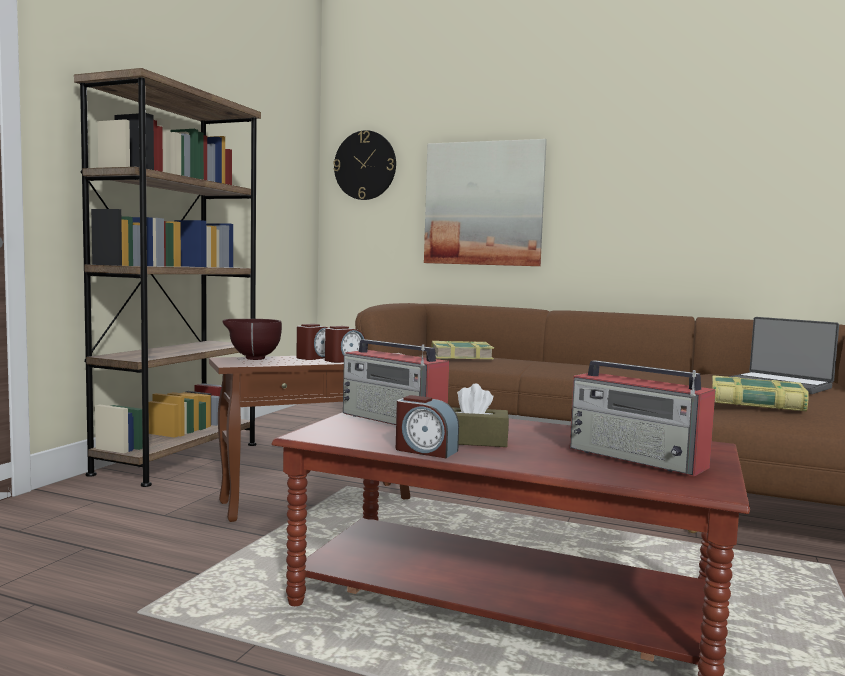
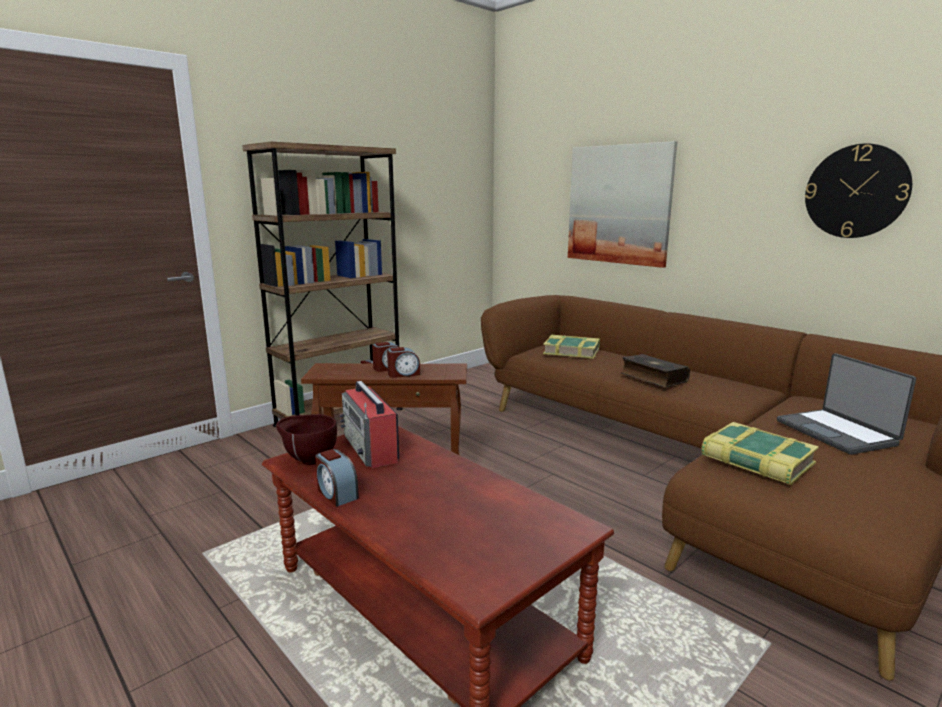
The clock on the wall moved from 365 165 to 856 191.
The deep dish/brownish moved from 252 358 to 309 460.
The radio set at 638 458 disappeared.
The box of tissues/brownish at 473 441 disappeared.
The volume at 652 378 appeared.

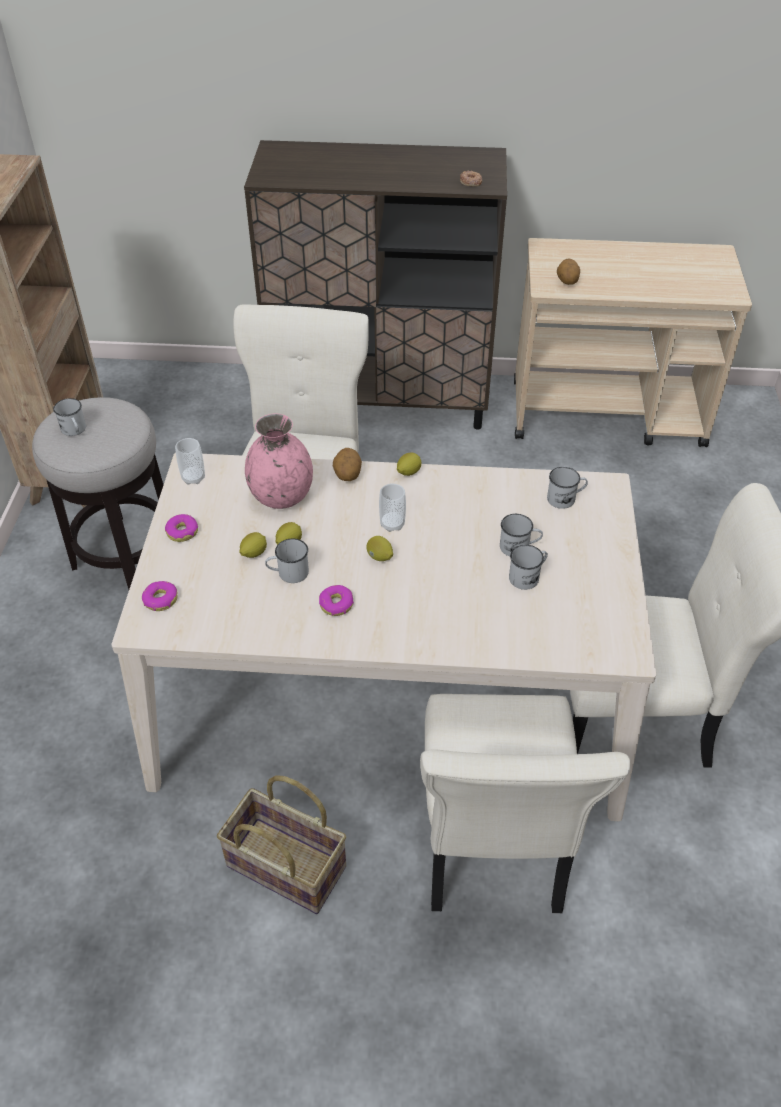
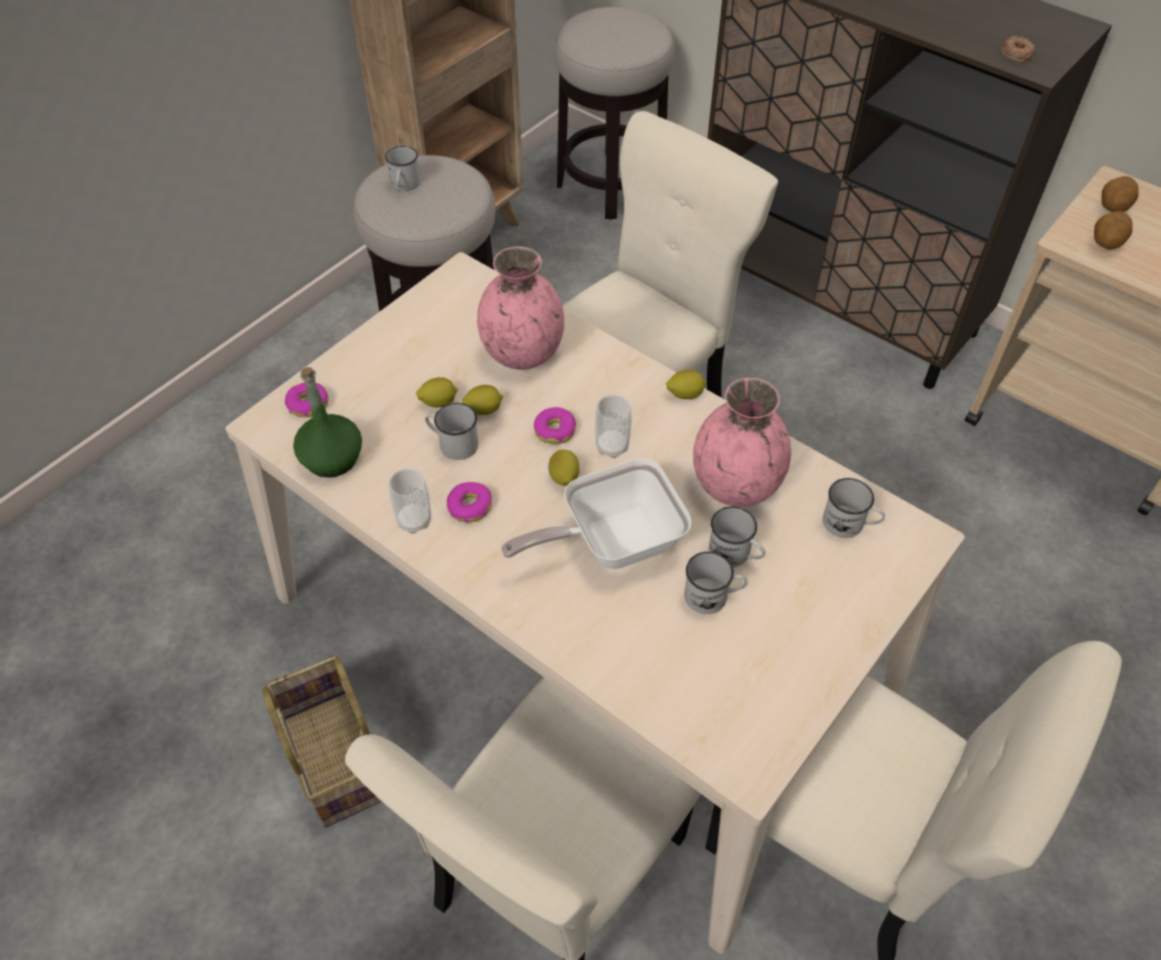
The small cup moved from 193 478 to 414 520.
The potato moved from 347 475 to 1112 208.
The ring doughnut moved from 182 532 to 555 430.
The sitting stool at 610 185 appeared.
The drink bottle/green-coloured at 332 458 appeared.
The flower vase/pink-coloured at 736 485 appeared.
The pan at 611 542 appeared.

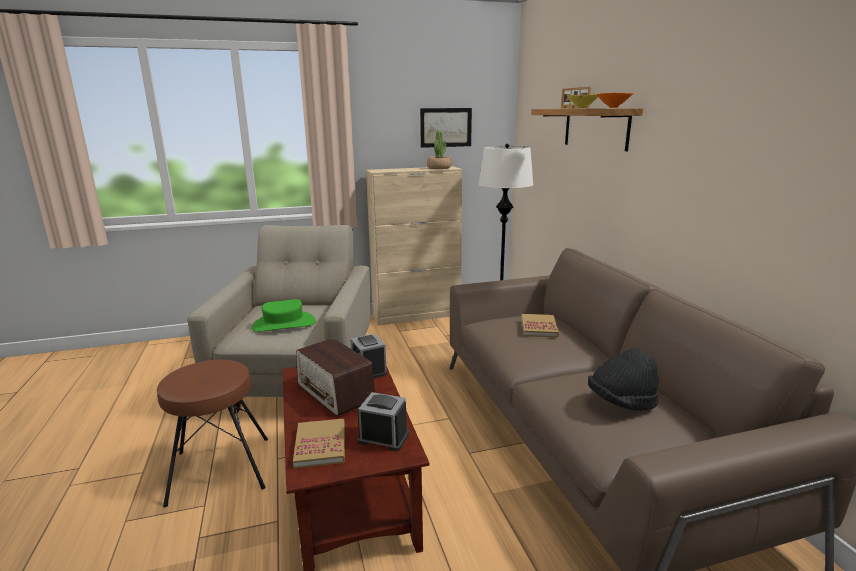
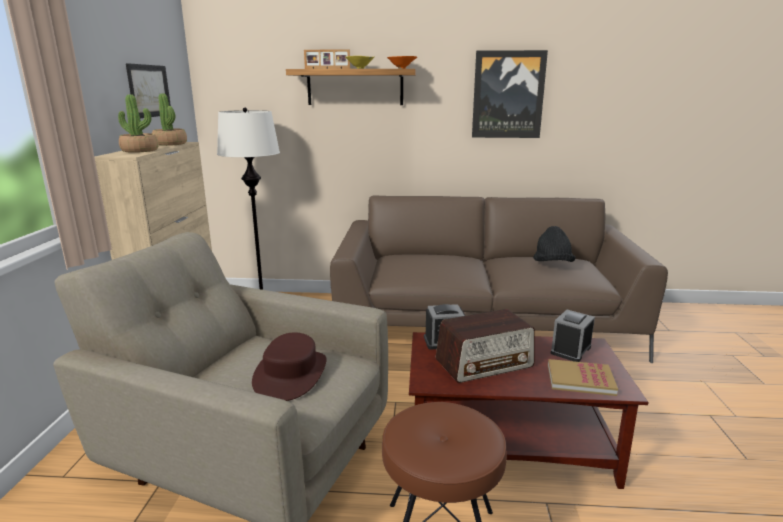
The clothing hat/green-coloured at 284 324 became the clothing hat/brownish at 291 374.
The volume at 539 327 disappeared.
The picture at 508 95 appeared.
The potted plant at 140 150 appeared.

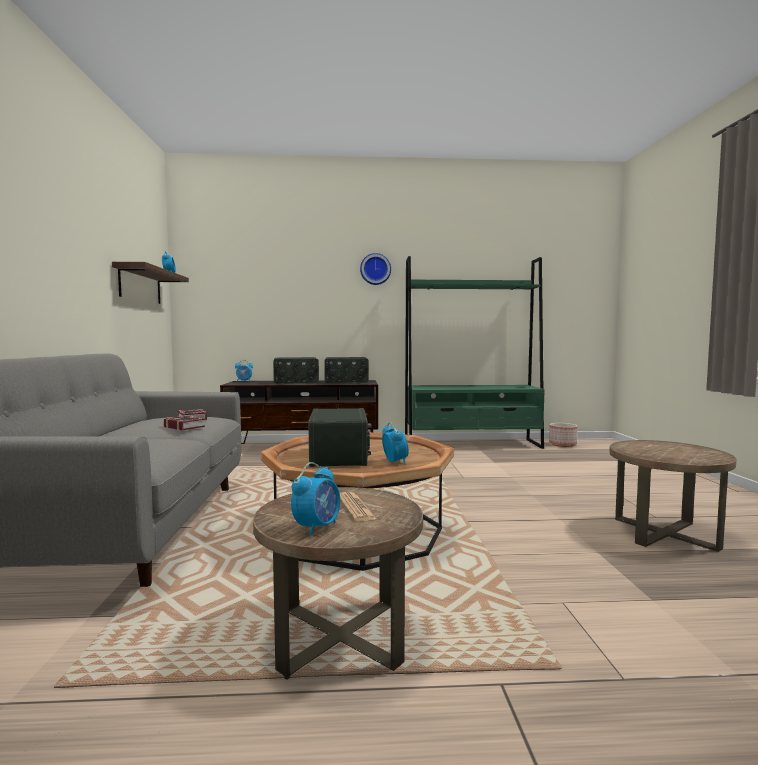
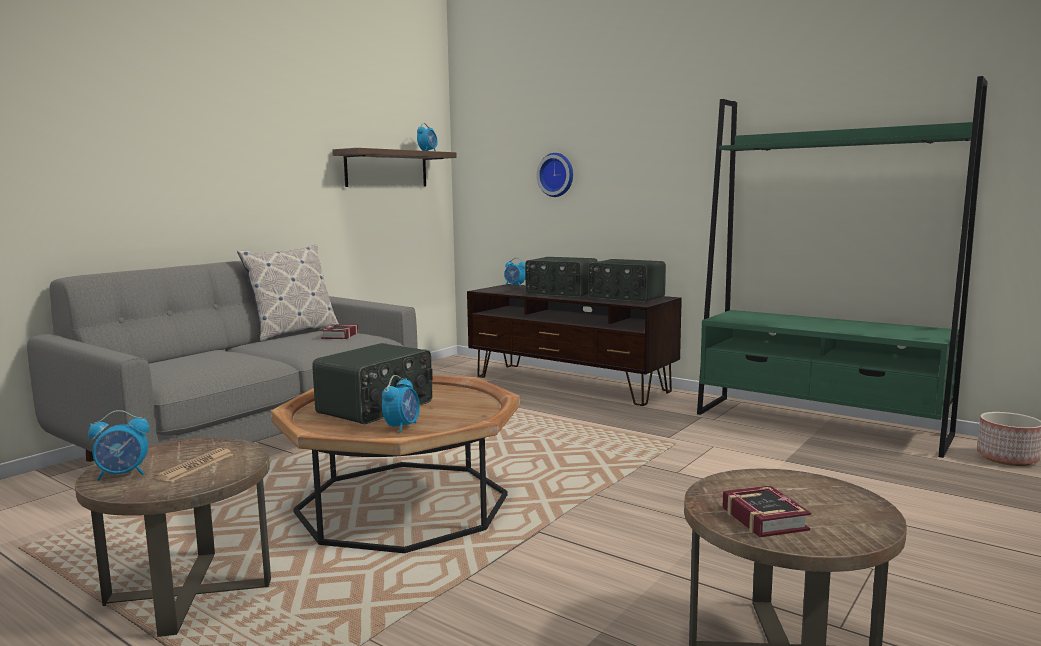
The clock on the wall moved from 375 269 to 557 175.
The volume moved from 184 426 to 764 517.
The cushion at 293 332 appeared.

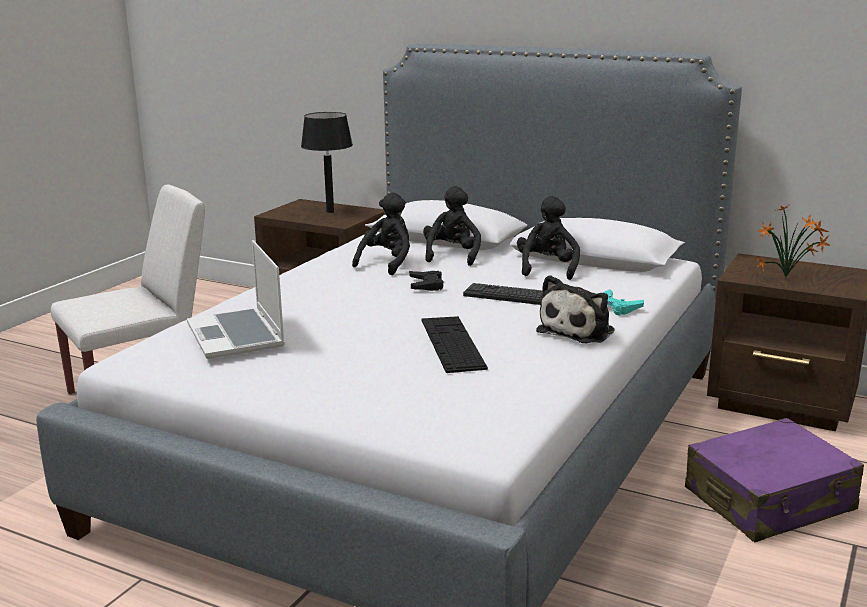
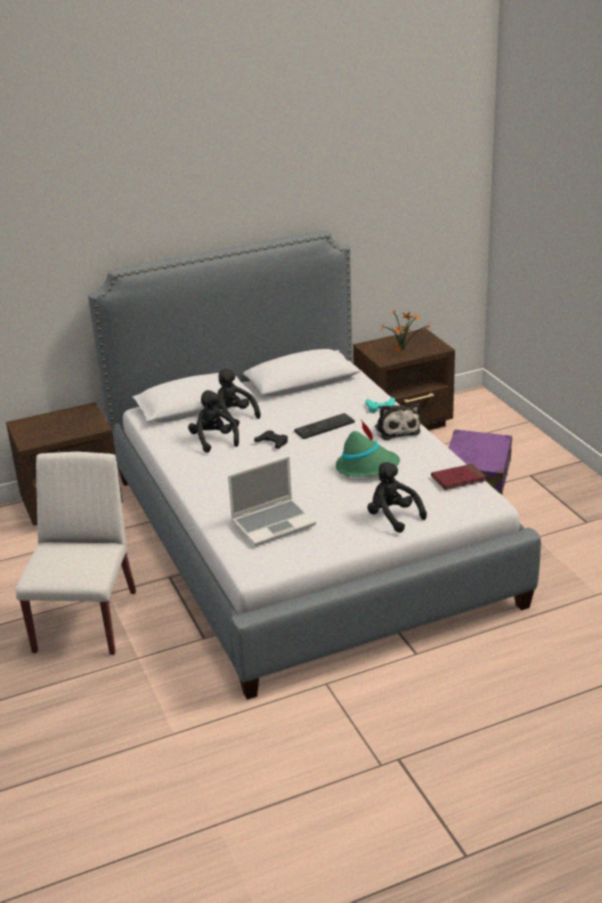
The table lamp/blackish at 330 211 disappeared.
The soft toy/blackish moved from 547 269 to 393 517.
The laptop at 237 336 turned 45 degrees counterclockwise.
The computer keyboard at 452 343 was replaced by the clothing hat/green-coloured at 367 467.
The volume/reddish at 458 479 appeared.

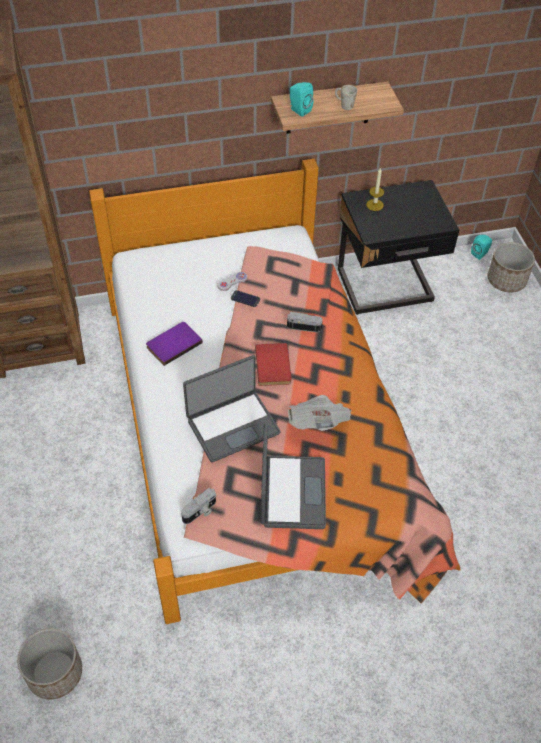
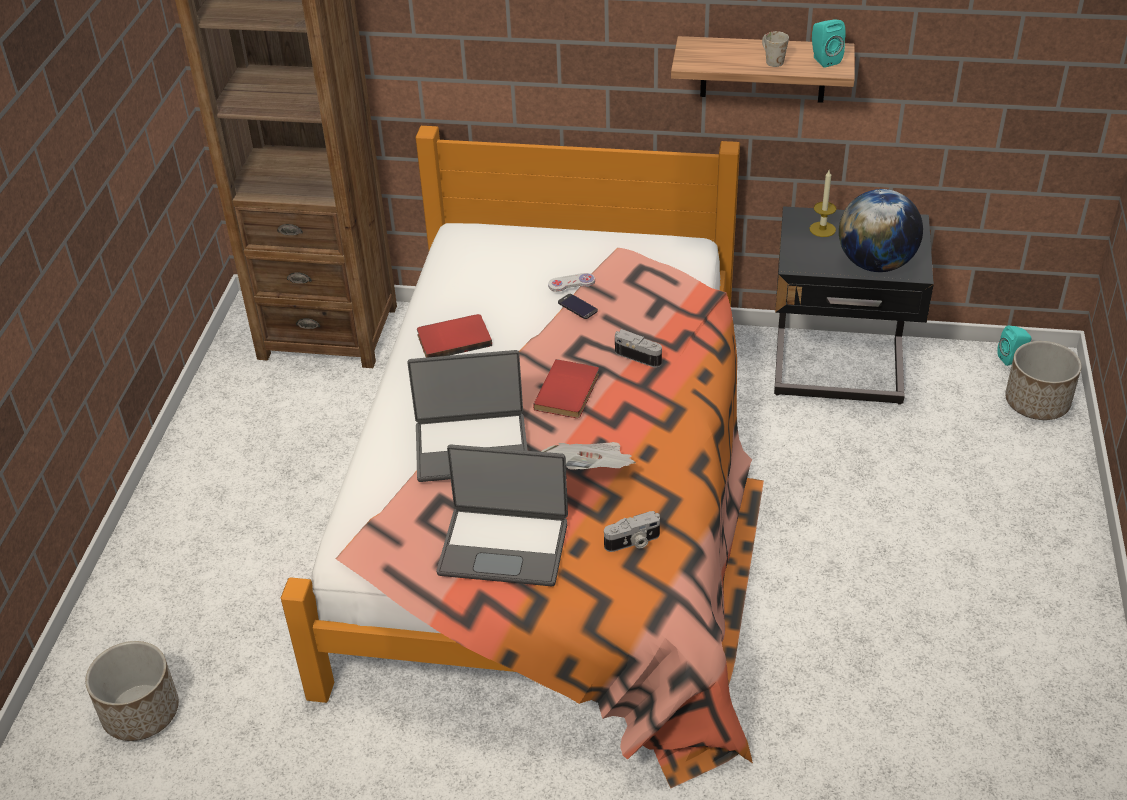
The speaker/blue-green moved from 299 110 to 823 60.
The volume/purple-coloured at 173 344 became the volume/reddish at 453 338.
The laptop at 291 492 turned 75 degrees clockwise.
The still camera moved from 200 512 to 633 542.
The desk globe at 875 264 appeared.

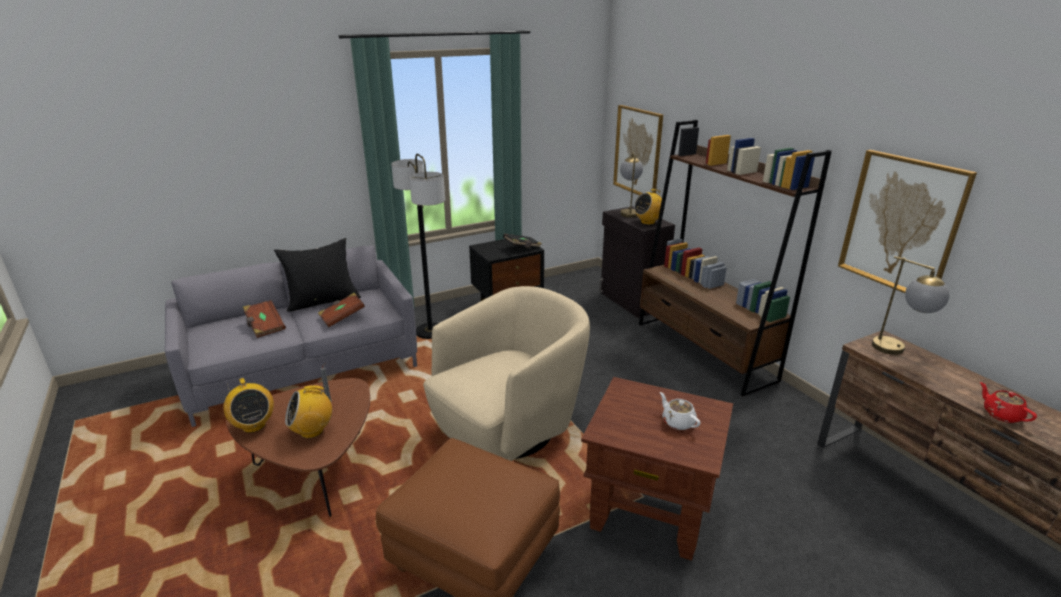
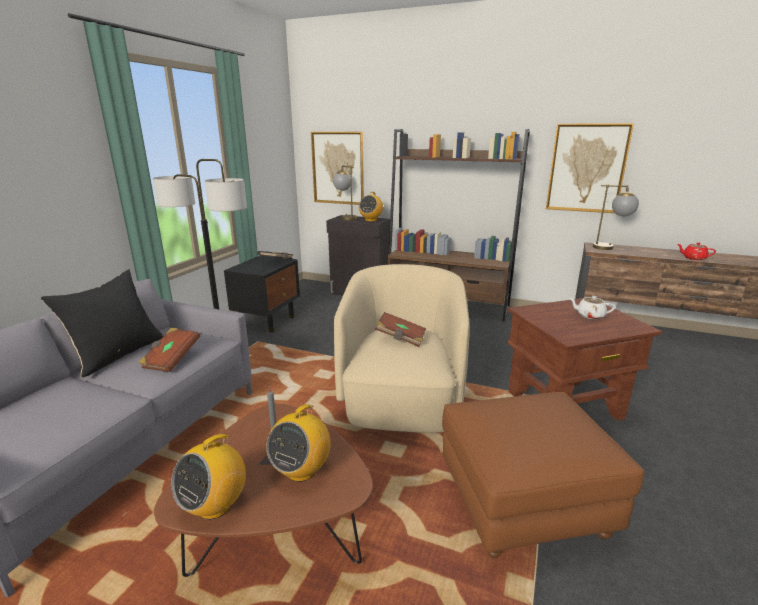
The volume/brownish moved from 265 326 to 401 338.
The radio set at 253 425 turned 105 degrees clockwise.

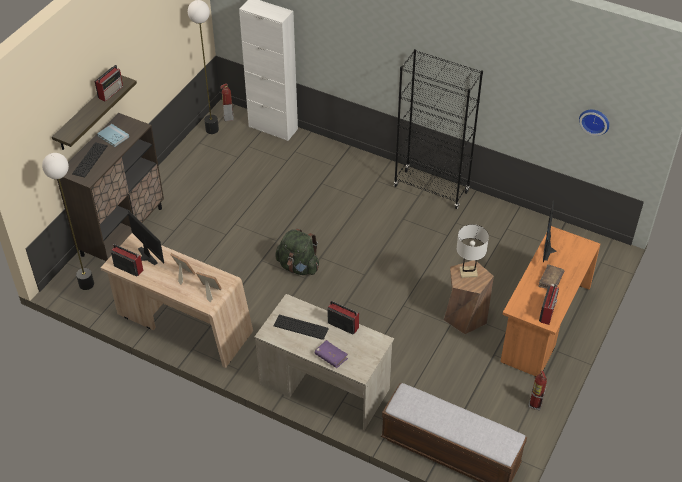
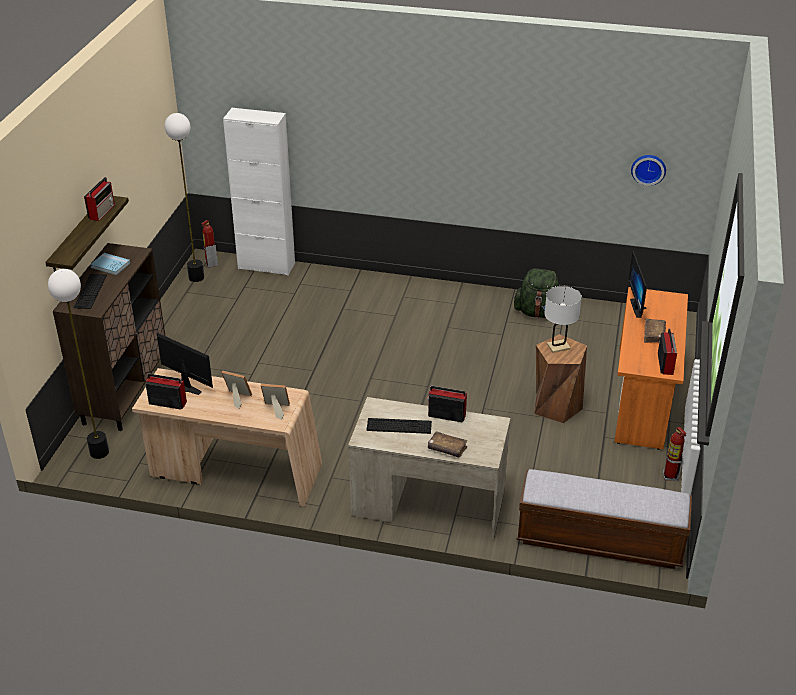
The bookcase/blackish at 431 189 disappeared.
The knapsack/green-coloured moved from 298 267 to 538 313.
The volume/purple-coloured at 331 357 became the volume/brownish at 447 448.

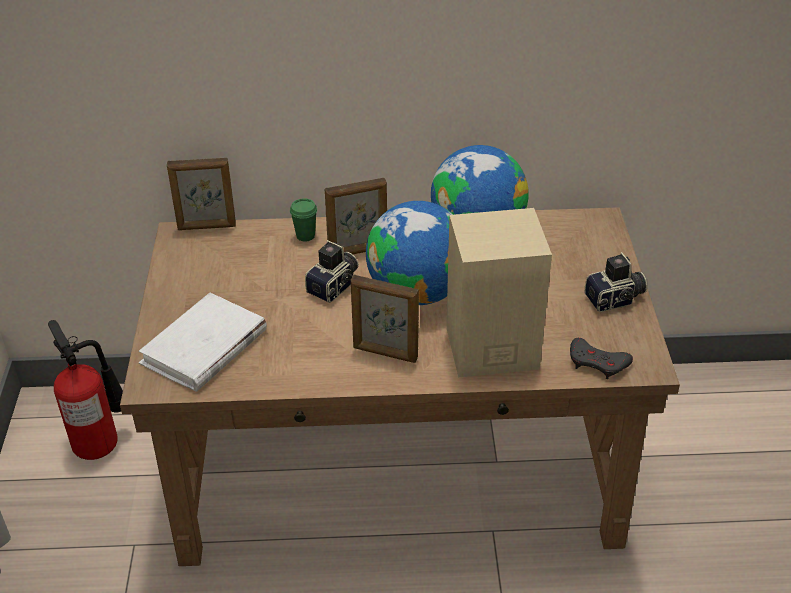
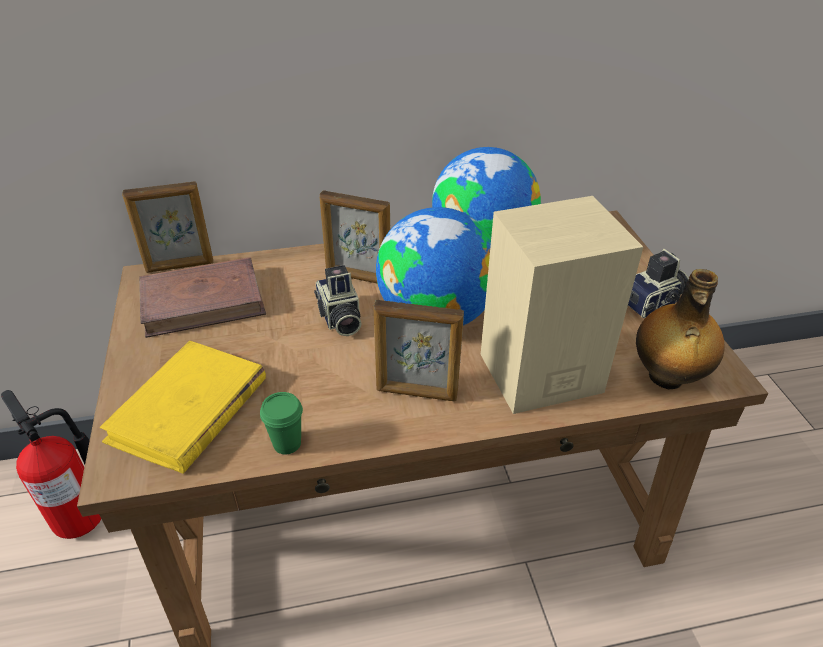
The standing frame at 358 251 turned 45 degrees clockwise.
The small cup/green-coloured moved from 305 236 to 287 443.
The still camera at 335 286 turned 135 degrees clockwise.
The volume/white at 204 347 became the volume/yellowish at 188 410.
The gamepad/grey at 597 362 was replaced by the drink bottle at 666 377.
The volume/brownish at 203 301 appeared.

